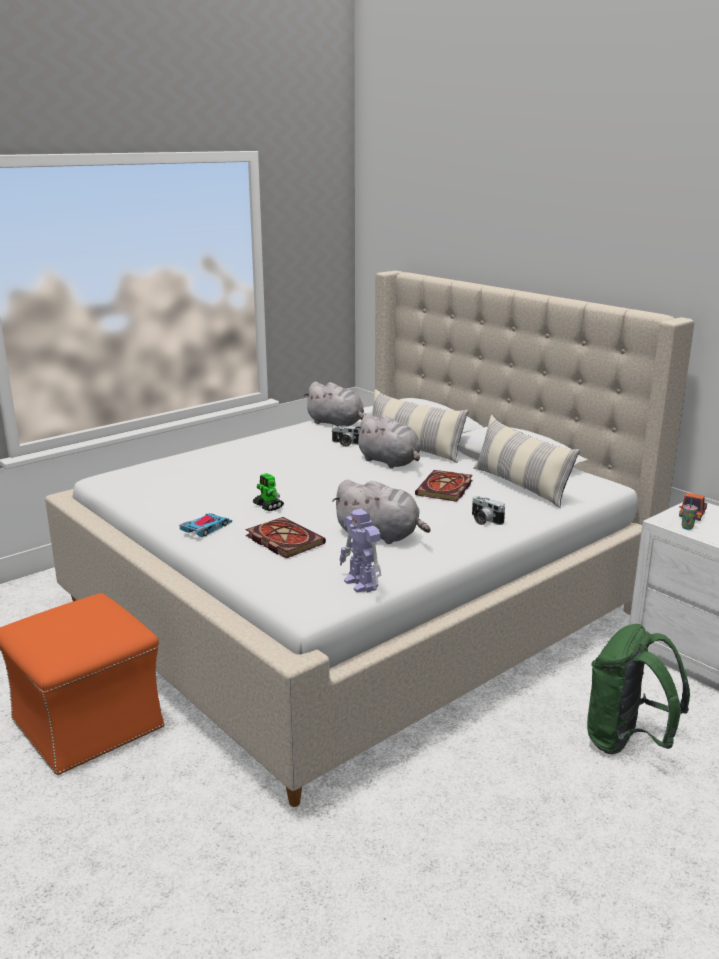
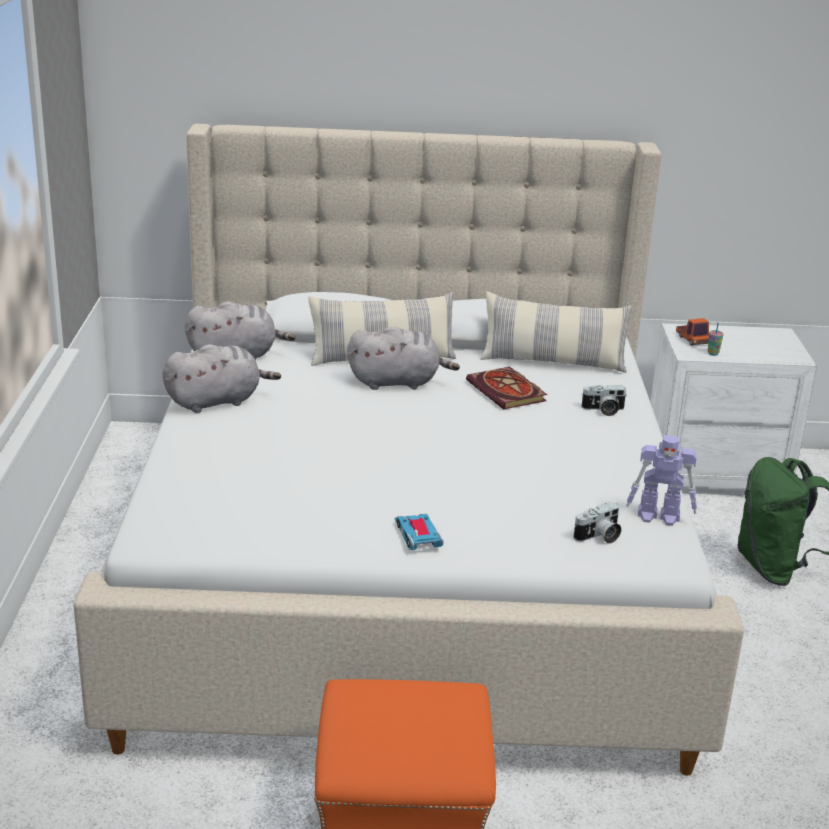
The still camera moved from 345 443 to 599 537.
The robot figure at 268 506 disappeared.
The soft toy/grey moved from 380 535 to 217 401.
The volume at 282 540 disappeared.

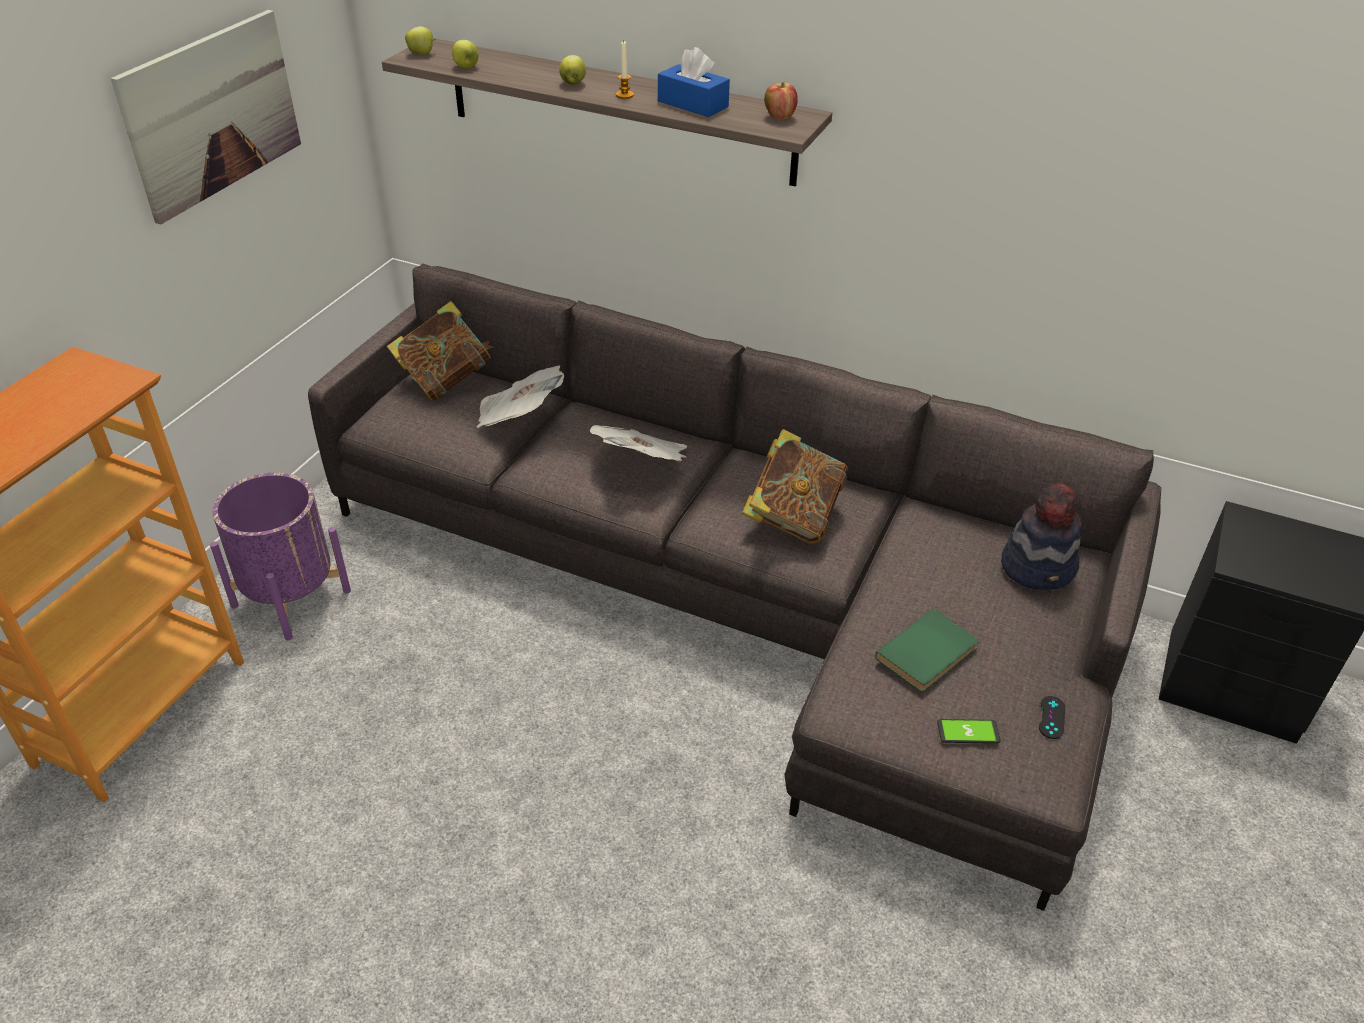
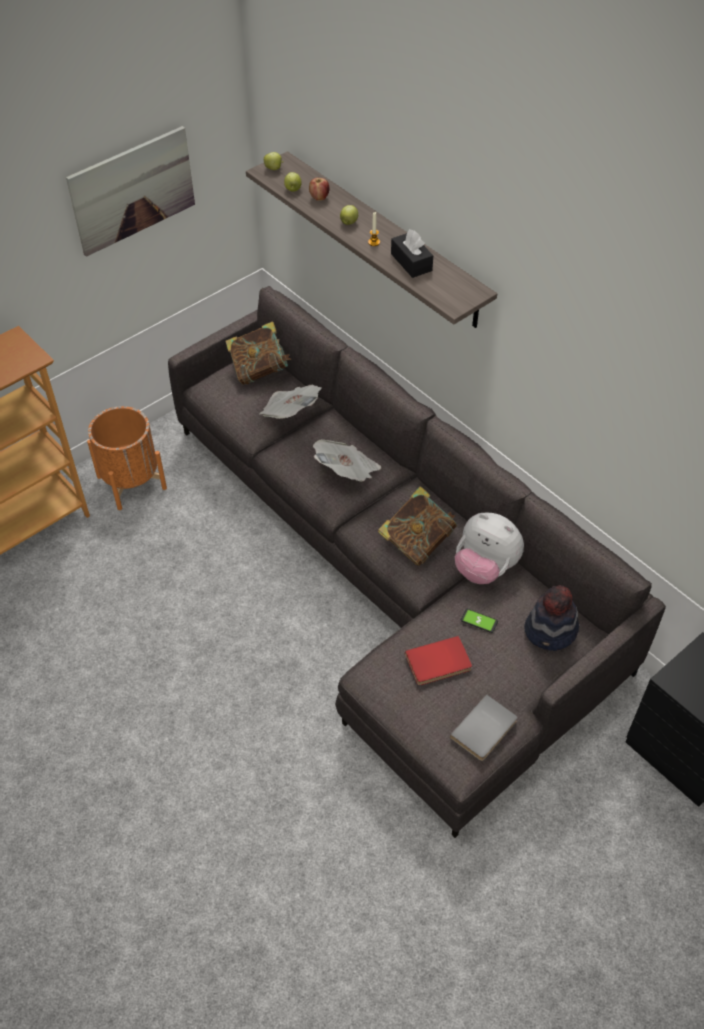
The box of tissues/bluish at 693 104 became the box of tissues/blackish at 411 262.
The apple moved from 780 117 to 319 198.
The planter/purple-coloured at 291 598 became the planter/orange-coloured at 131 482.
The volume/green-coloured at 929 654 became the volume/reddish at 439 664.
The gamepad/blackish at 1051 717 was replaced by the volume/grey at 485 730.
The handset moved from 968 732 to 479 621.
The soft toy at 485 568 appeared.

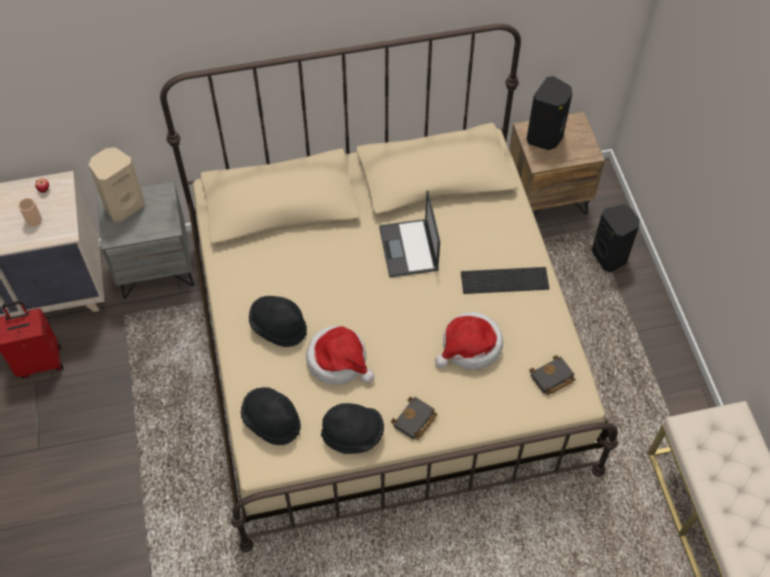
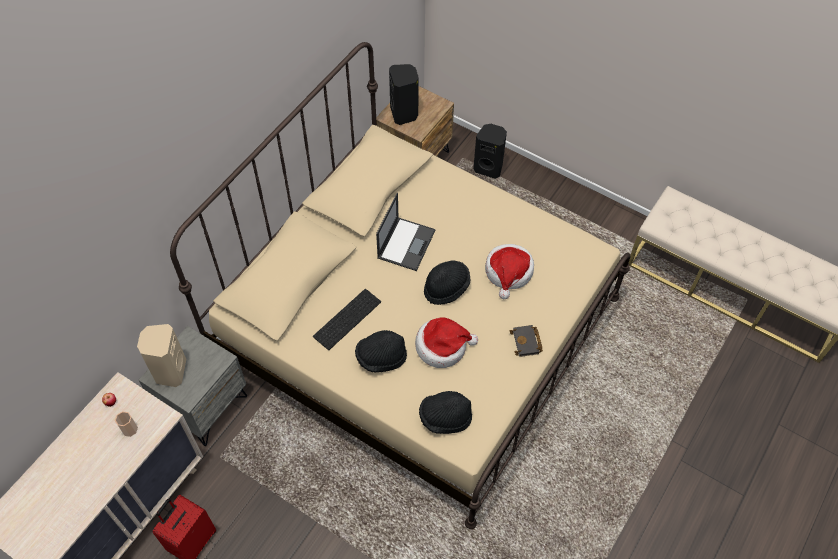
The laptop at 409 249 turned 105 degrees counterclockwise.
The computer keyboard moved from 505 279 to 346 318.
The volume/blackish at 551 378 disappeared.
The clothing hat/blackish moved from 353 434 to 446 288.

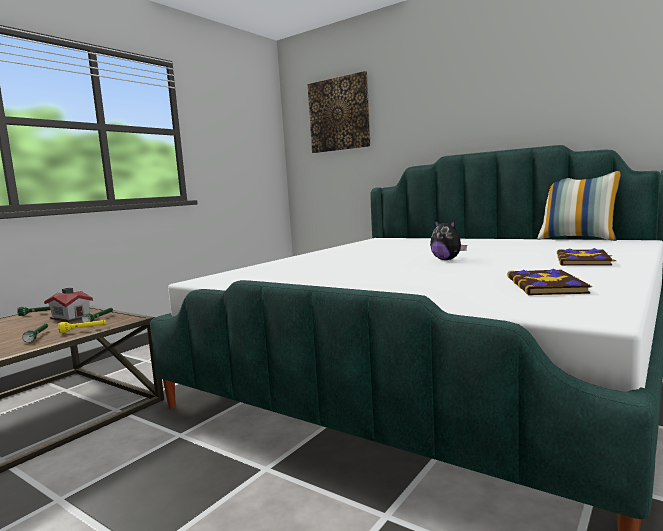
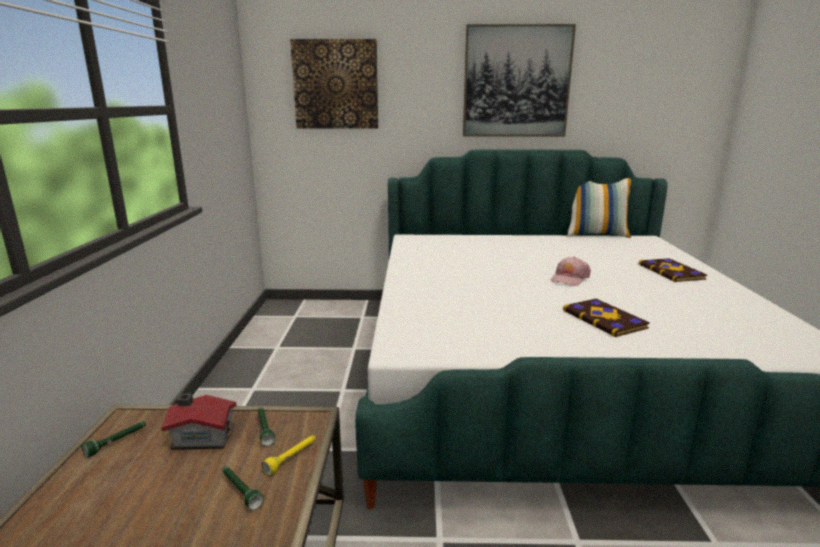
The soft toy at 447 260 was replaced by the baseball cap/pink-coloured at 569 278.
The volume moved from 547 285 to 605 319.
The picture at 516 82 appeared.

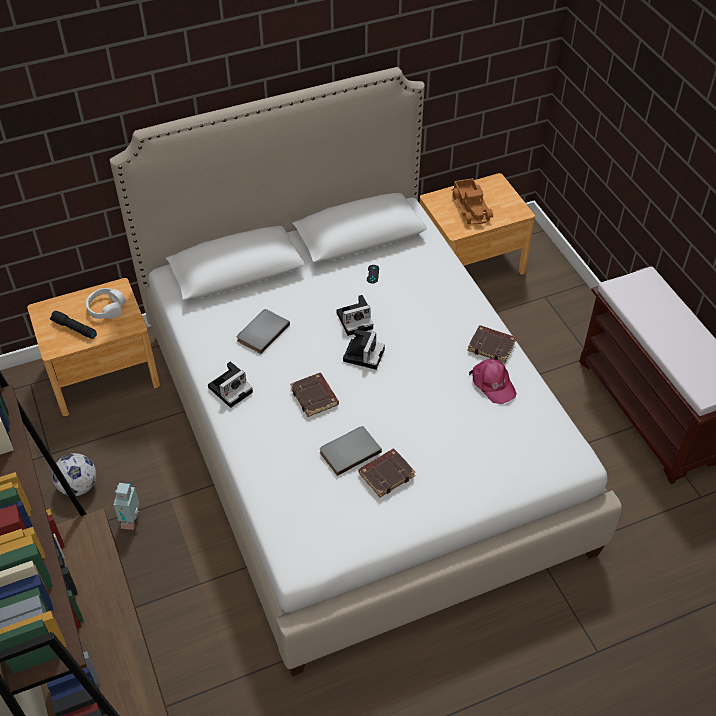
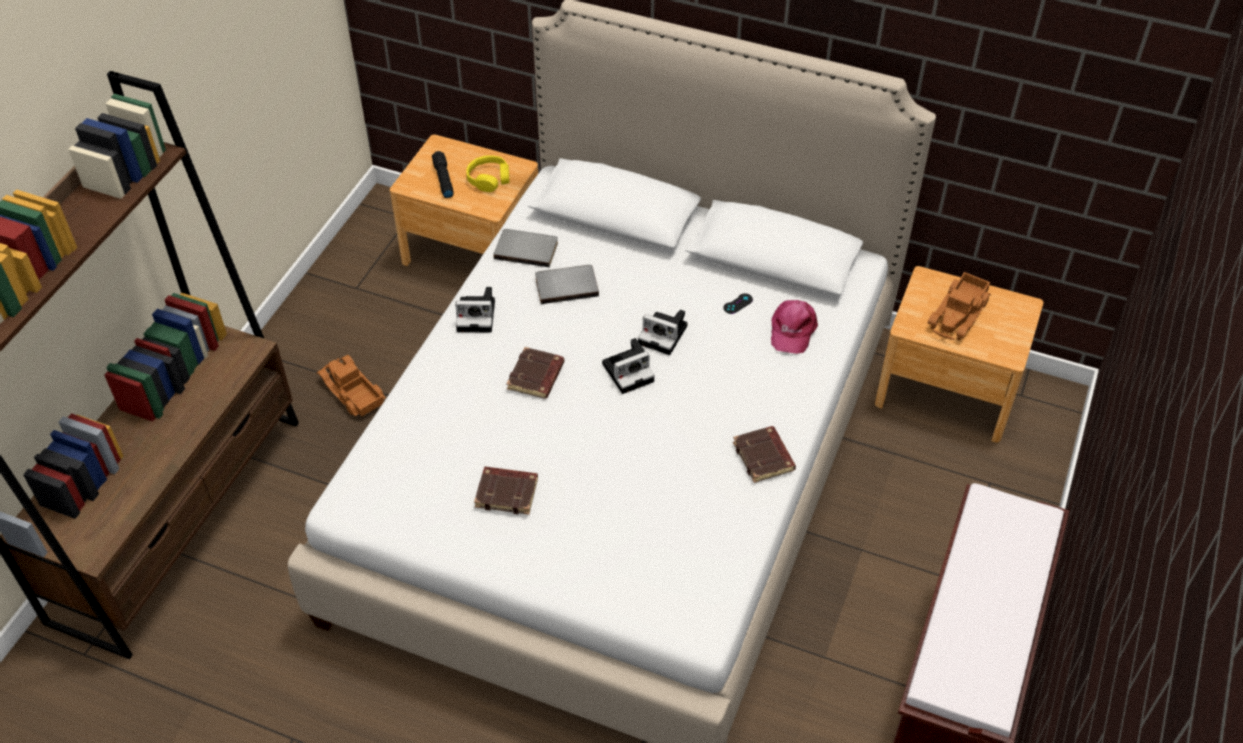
The headphones/white at 106 308 became the headphones/yellowish at 489 179.
The baseball cap/pink-coloured moved from 492 384 to 792 330.
The volume/grey moved from 349 450 to 527 249.
The ball for football at 78 486 disappeared.
The robot figure at 132 520 was replaced by the model truck at 351 392.

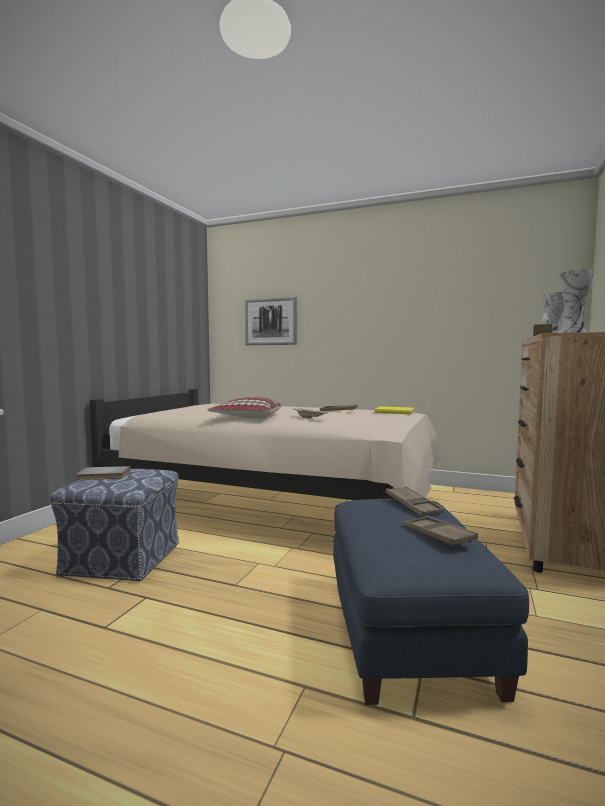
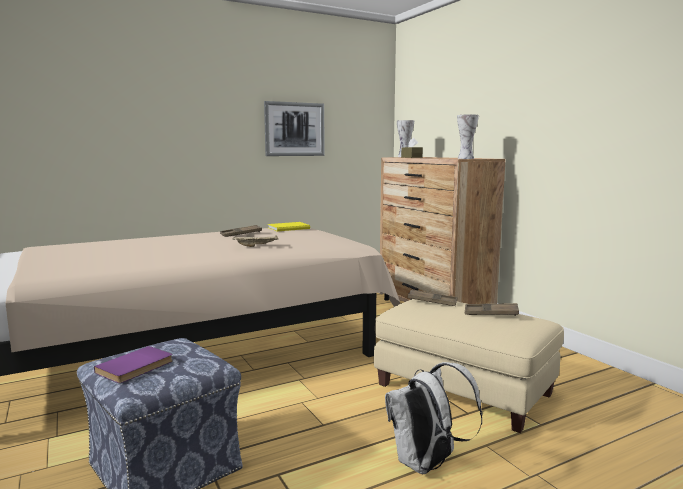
The picture moved from 270 321 to 294 129.
The cushion at 247 417 disappeared.
The volume/grey at 103 475 became the volume/purple-coloured at 136 367.
The ottoman/bluish at 408 629 became the ottoman/beige-coloured at 464 390.
The knapsack/white at 427 464 appeared.

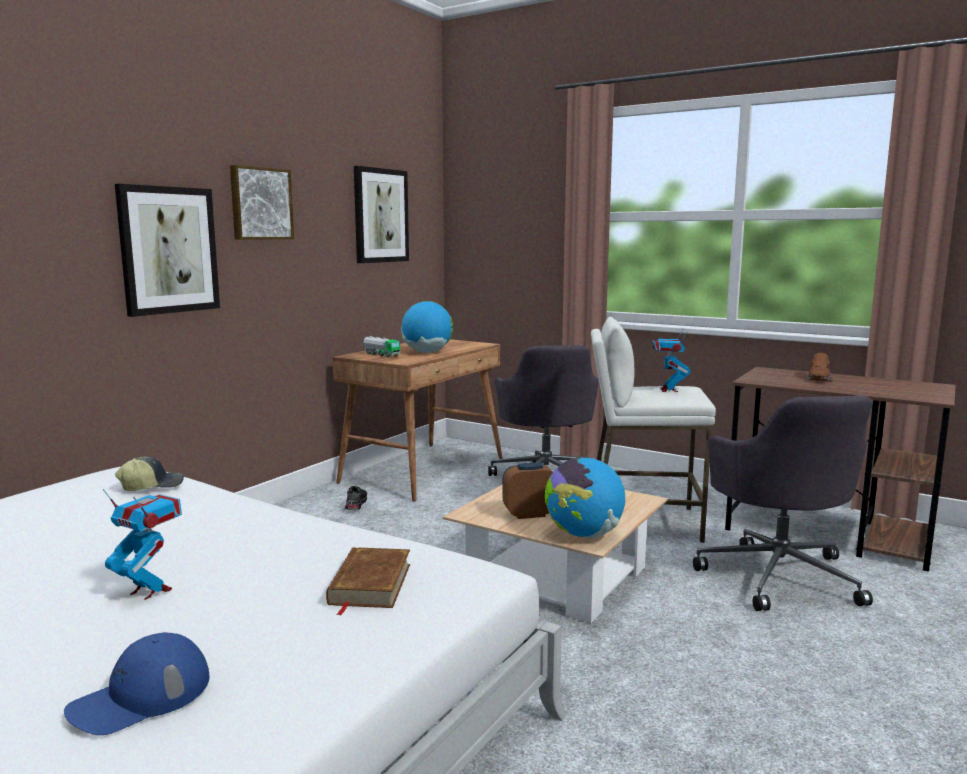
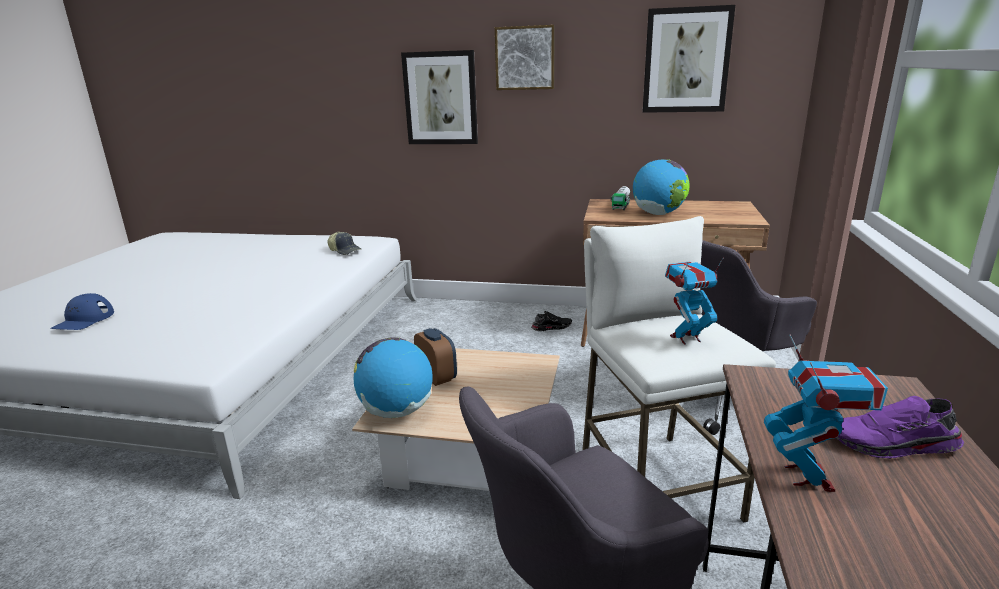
The item of footwear/brownish at 820 378 became the item of footwear/purple-coloured at 893 446.
The robot figure moved from 150 591 to 809 476.
The volume/brownish at 369 584 disappeared.
The baseball cap/bluish at 140 697 turned 105 degrees counterclockwise.

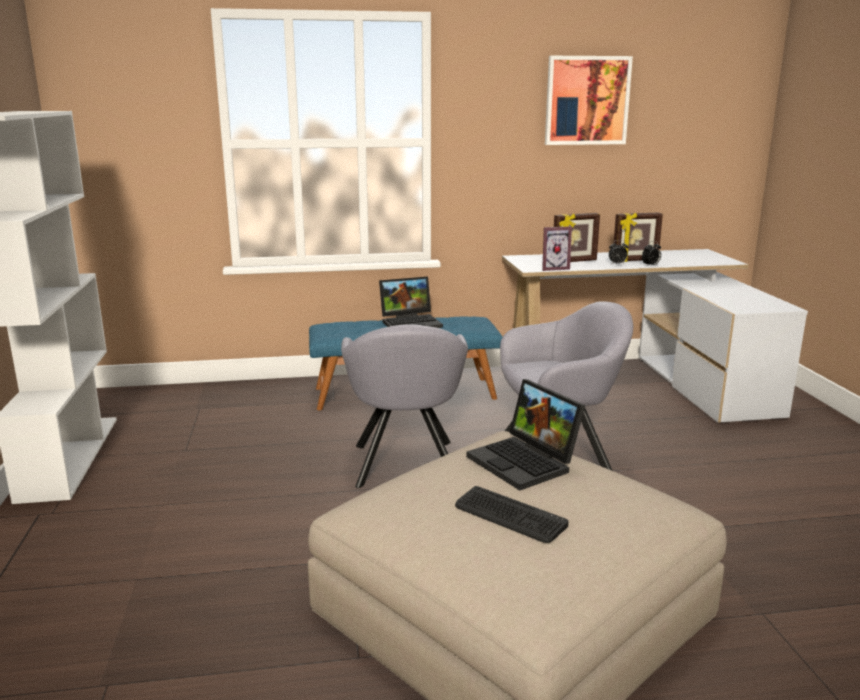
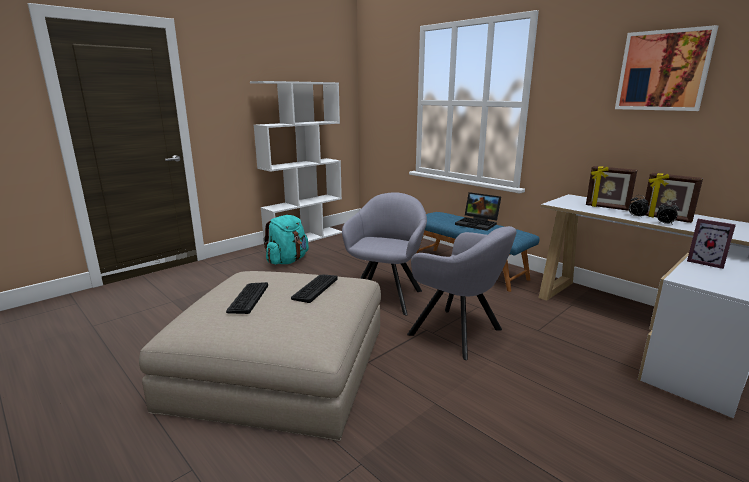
The standing frame moved from 553 268 to 706 262.
The armchair/grey at 405 467 turned 150 degrees clockwise.
The laptop at 526 462 was replaced by the computer keyboard at 315 288.
The knapsack/blue-green at 287 261 appeared.

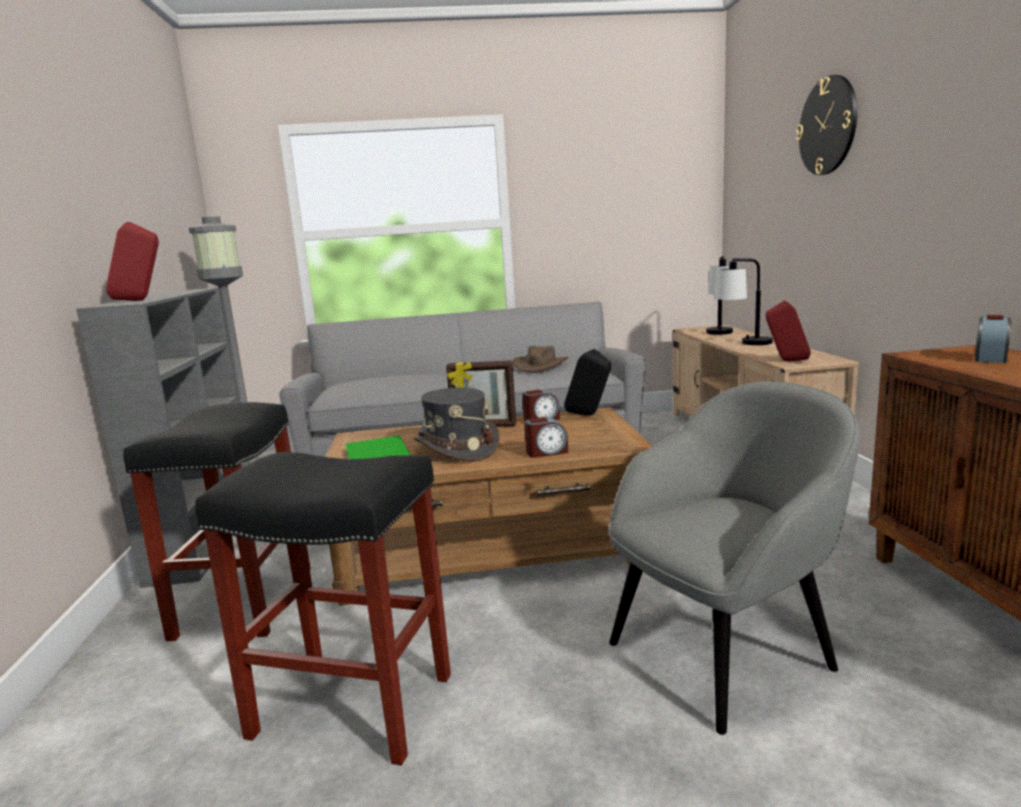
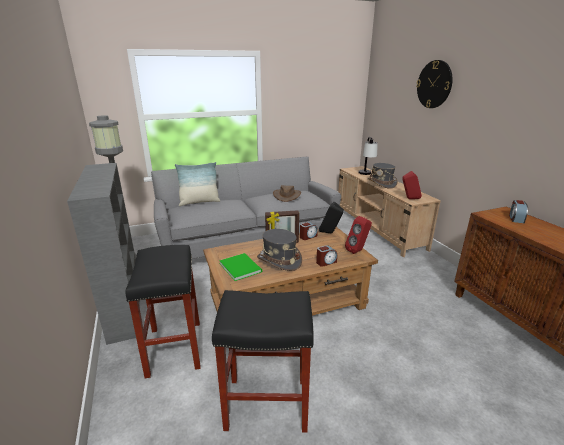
The speaker/reddish moved from 140 300 to 358 250.
The table lamp at 743 344 was replaced by the clothing hat/grey at 382 183.
The armchair/grey at 723 653 disappeared.
The cushion at 199 202 appeared.

